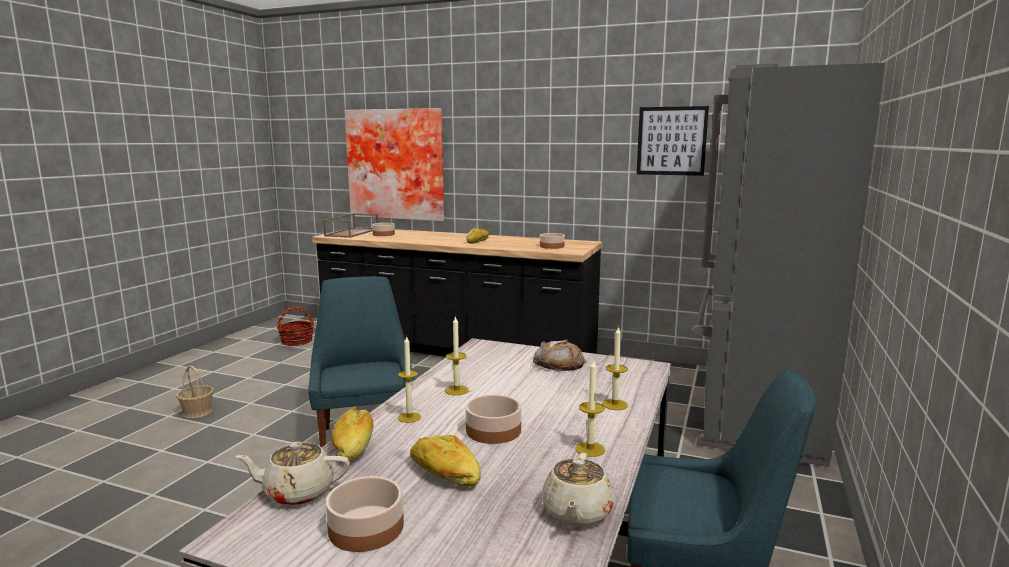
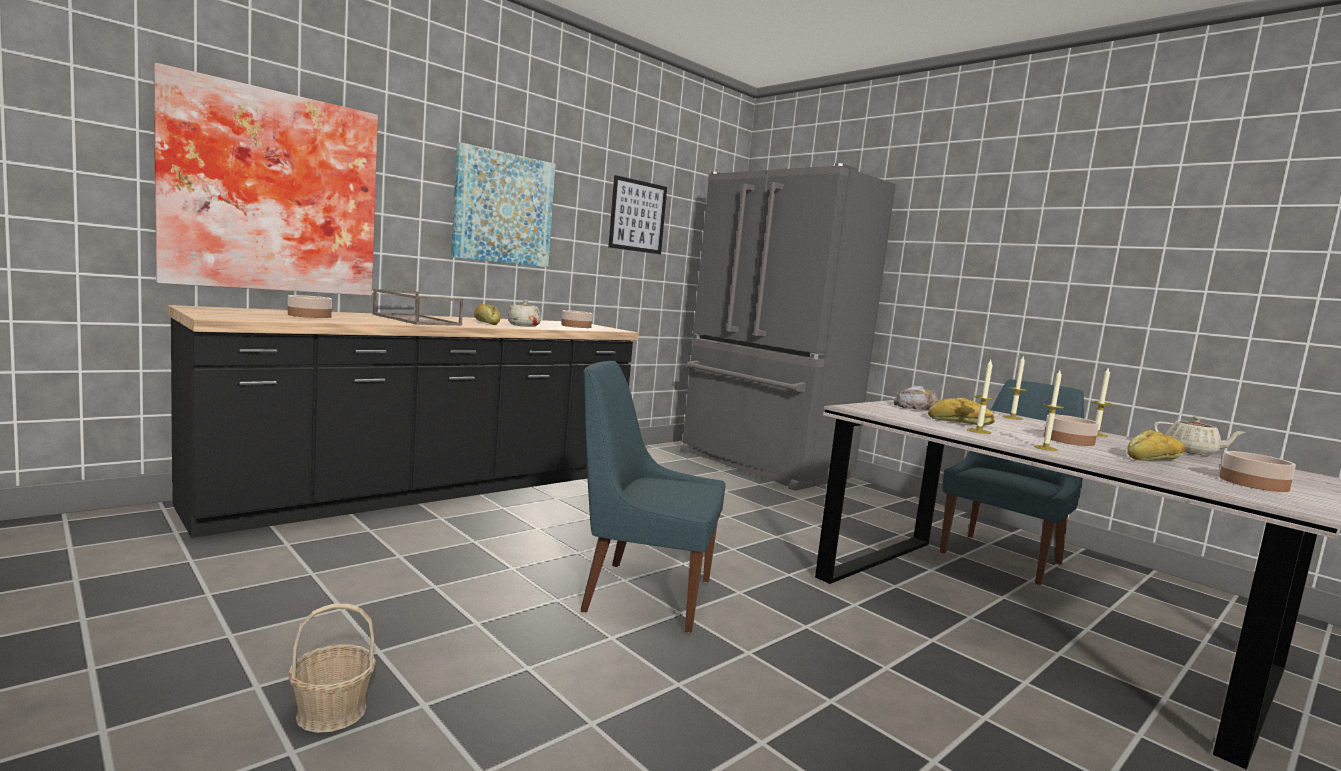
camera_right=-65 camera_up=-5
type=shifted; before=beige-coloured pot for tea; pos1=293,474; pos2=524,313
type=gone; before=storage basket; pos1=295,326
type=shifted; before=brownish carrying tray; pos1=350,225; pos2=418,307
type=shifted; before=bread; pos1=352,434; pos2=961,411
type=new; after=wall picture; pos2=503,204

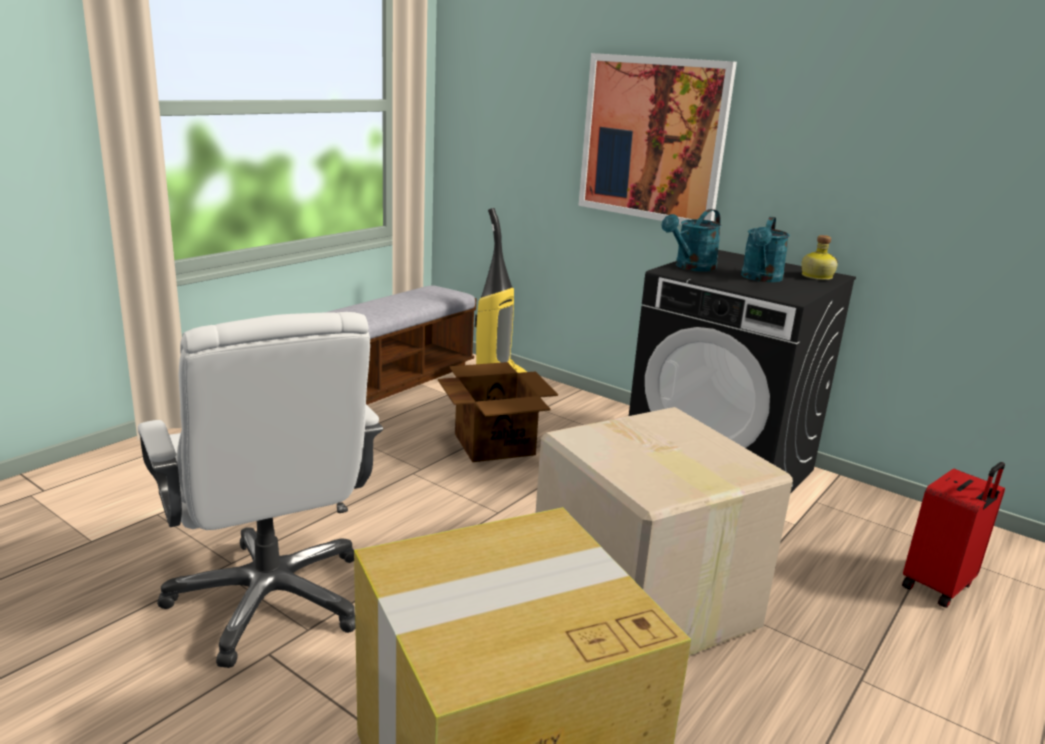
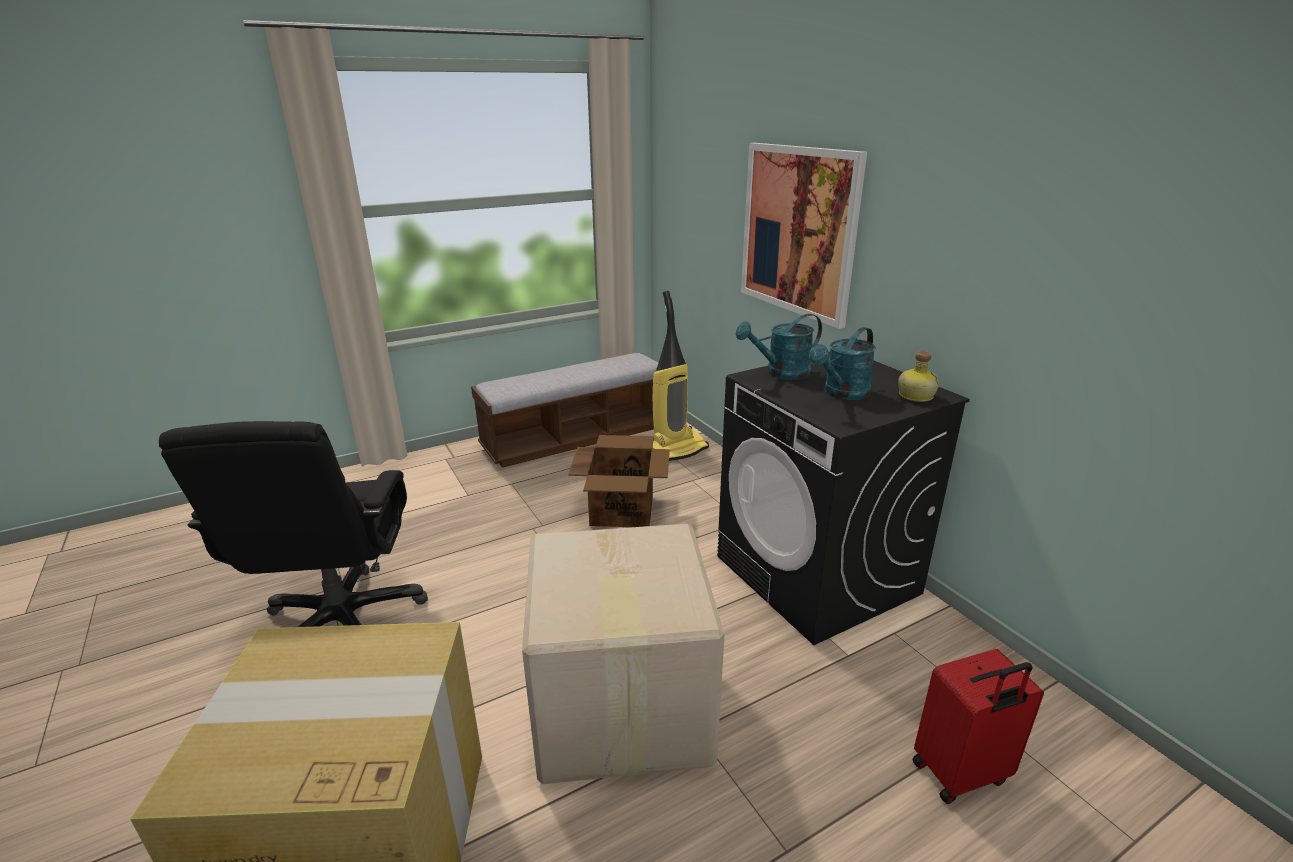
camera_right=25 camera_up=5
type=repainted; before=white computer chair; after=blackish computer chair; pos1=260,490; pos2=293,524

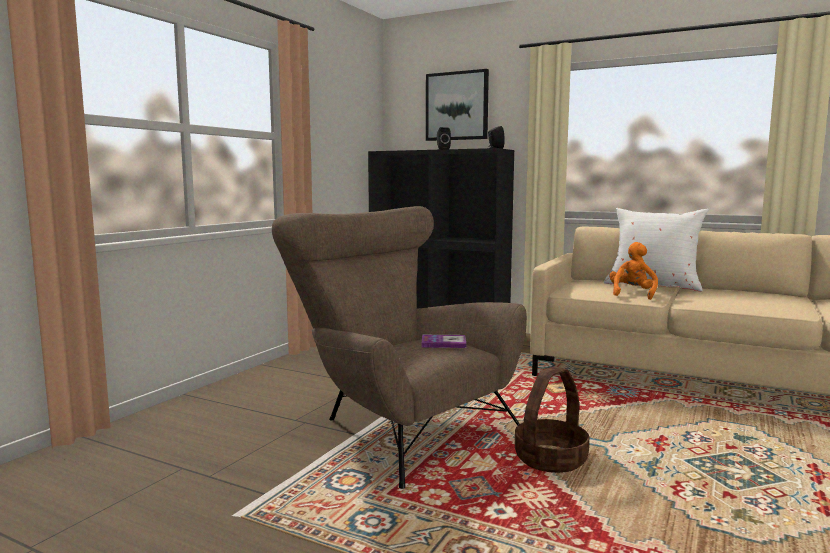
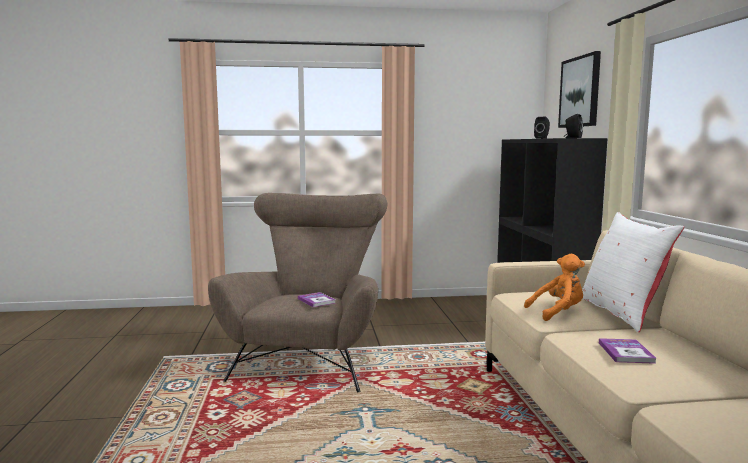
camera_right=55 camera_up=0
type=gone; before=storage basket; pos1=552,419
type=new; after=book; pos2=627,351

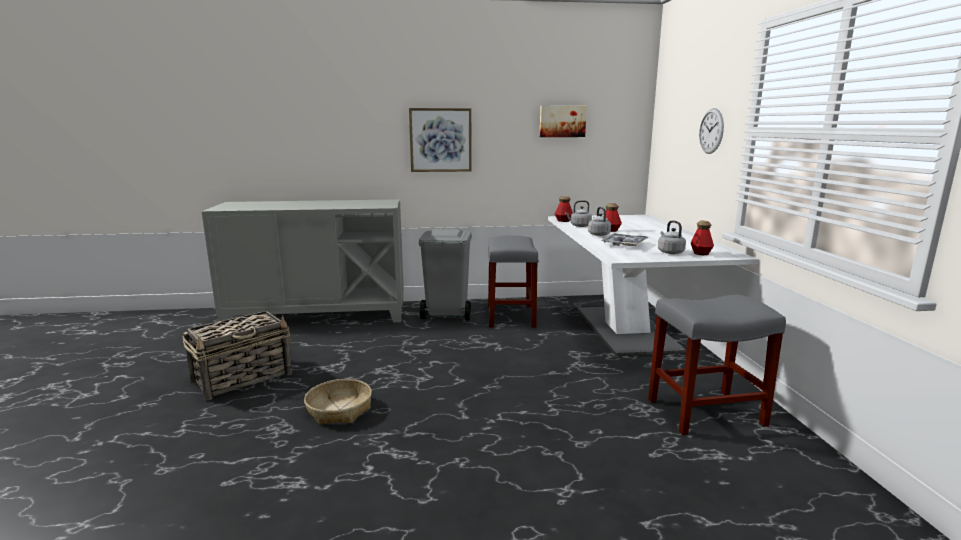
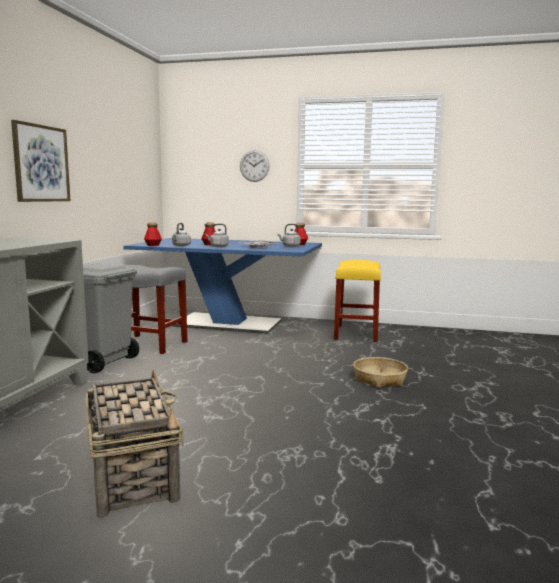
camera_right=-70 camera_up=-5
type=shifted; before=storage basket; pos1=338,402; pos2=380,372
type=gone; before=wall picture; pos1=563,121
type=repainted; before=white kitchen table; after=blue kitchen table; pos1=653,286; pos2=222,286
type=repainted; before=greyish stool seat; after=yellowish stool seat; pos1=717,365; pos2=357,301

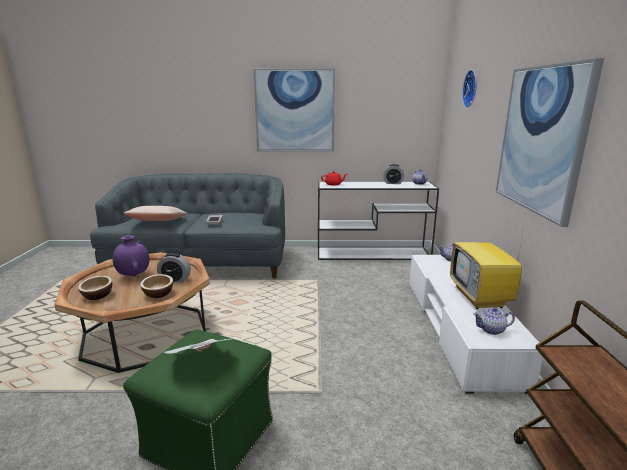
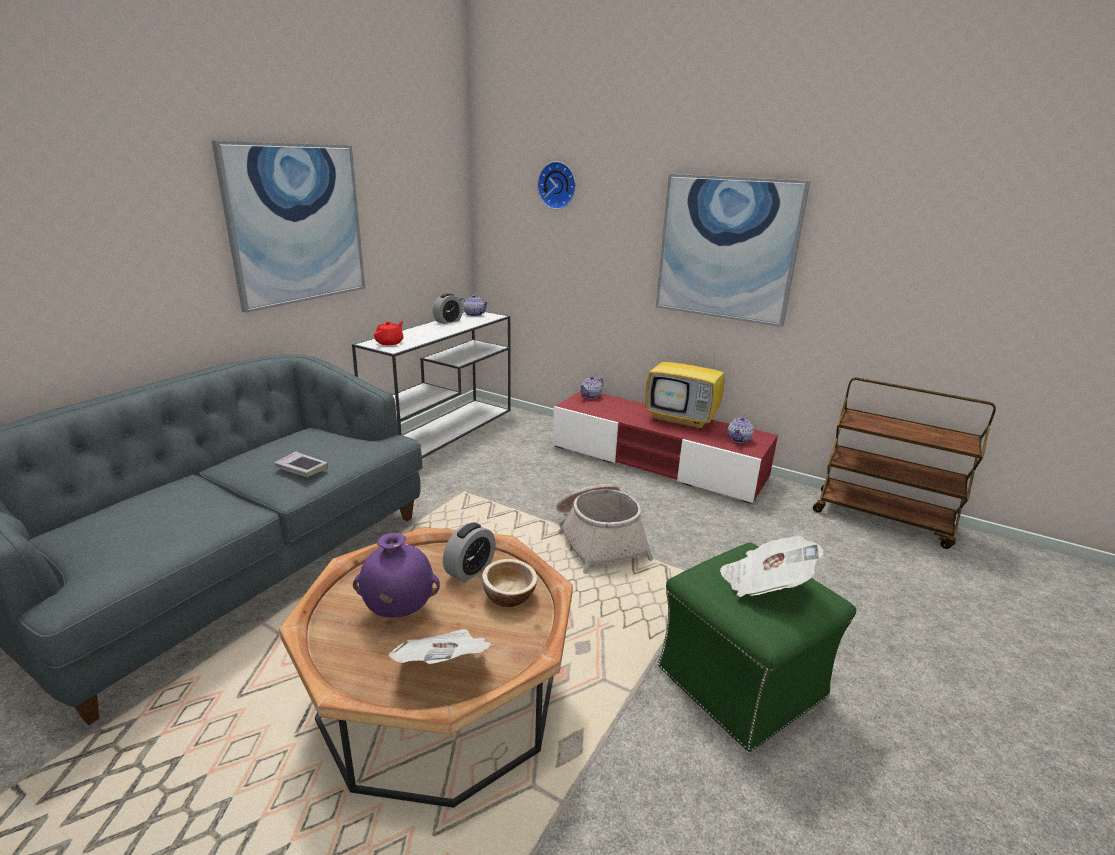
camera_right=-60 camera_up=5
type=swapped; before=serving bowl; after=printed paper; pos1=95,288; pos2=441,646
type=gone; before=beige-coloured pillow; pos1=155,213
type=repainted; before=white tv stand; after=reddish tv stand; pos1=476,324; pos2=665,447
type=new; after=storage basket; pos2=604,529

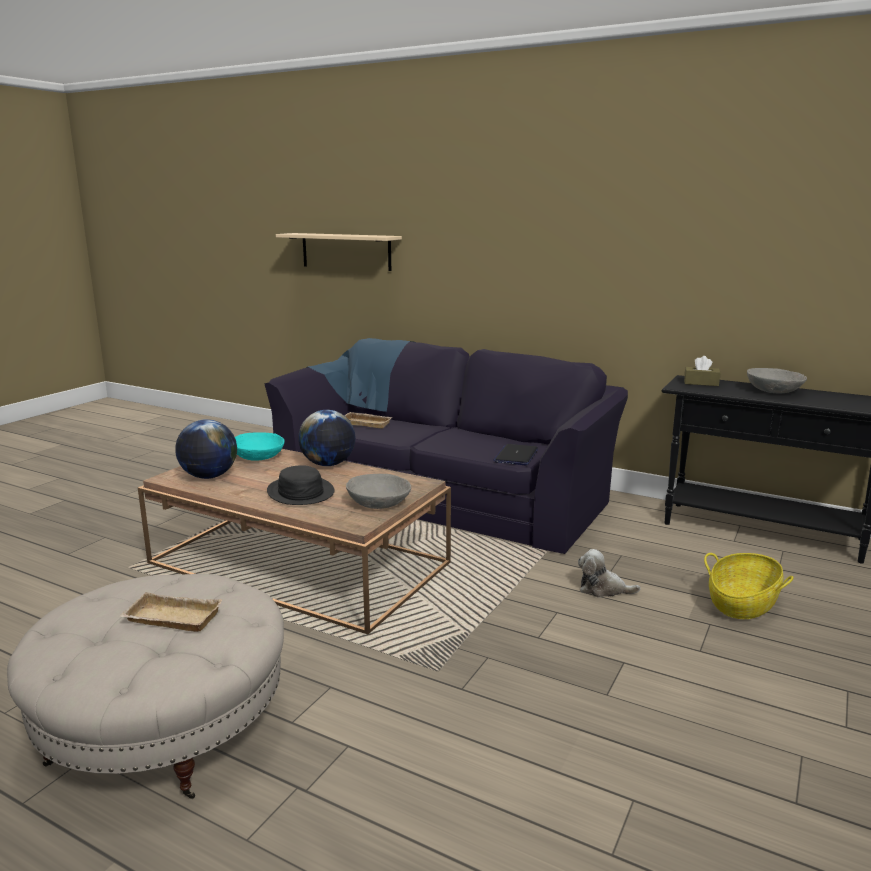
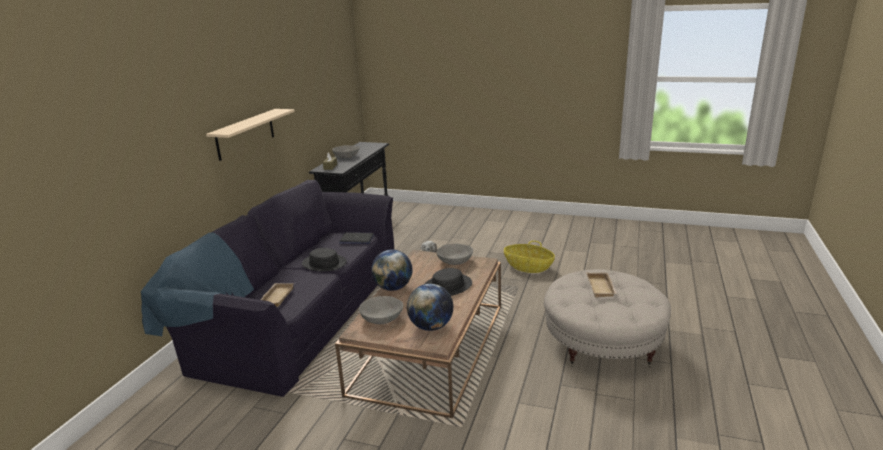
camera_right=-100 camera_up=5
type=repainted; before=turquoise serving bowl; after=greyish serving bowl; pos1=259,446; pos2=381,310
type=shifted; before=beige-coloured bracket shelf; pos1=339,252; pos2=250,135
type=shifted; before=storage basket; pos1=748,586; pos2=529,257
type=new; after=blackish wearable hat; pos2=324,259

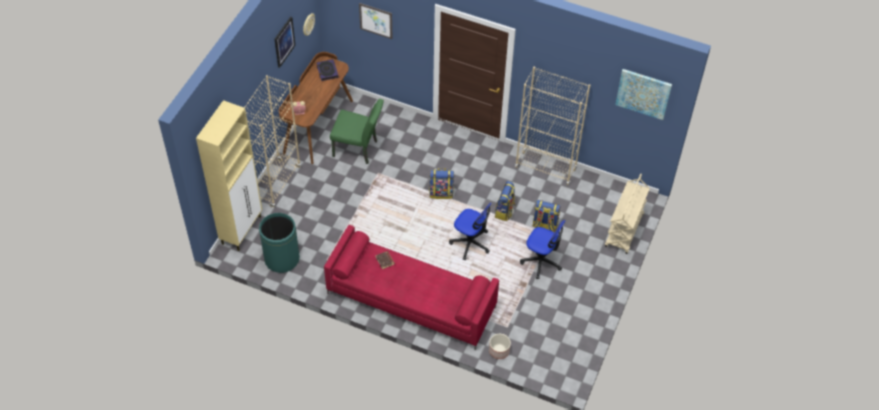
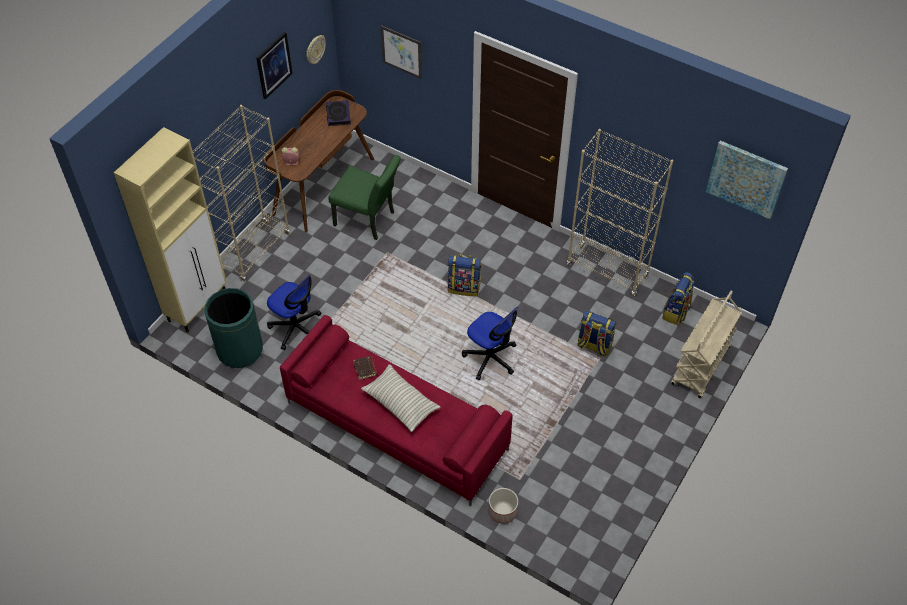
camera_right=10 camera_up=0
type=shifted; before=knapsack; pos1=505,201; pos2=678,298
type=shifted; before=computer chair; pos1=543,249; pos2=294,312
type=new; after=pillow; pos2=401,398

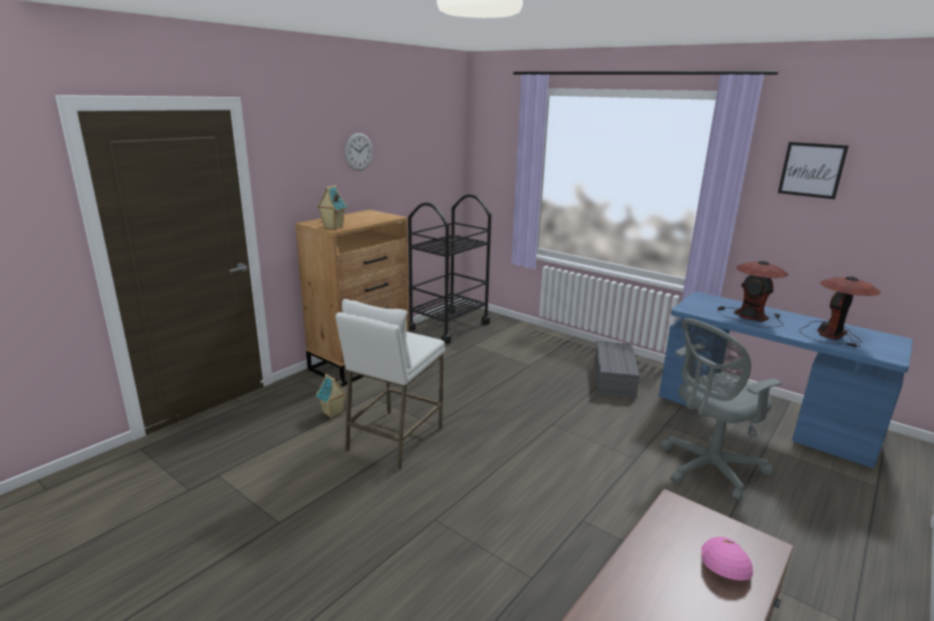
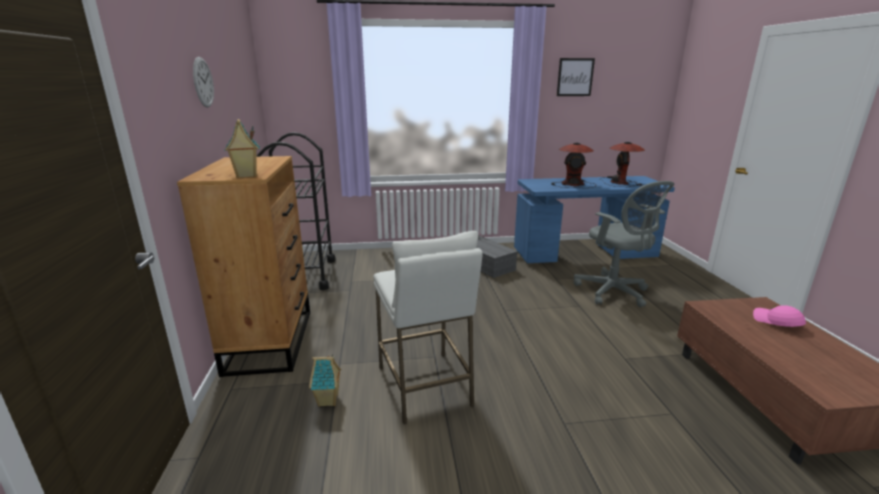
camera_right=-45 camera_up=0
type=rotated; before=greyish computer chair; pos1=721,409; pos2=624,244; turn=-45

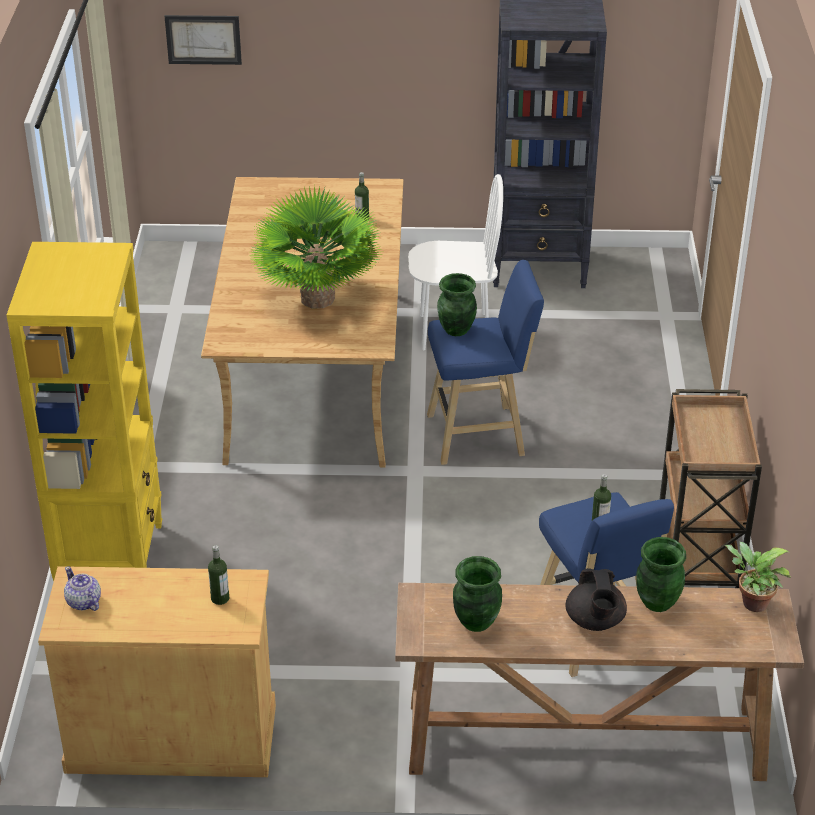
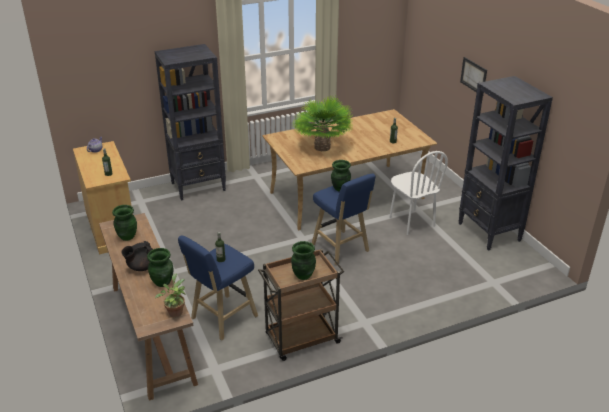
camera_right=65 camera_up=-5
type=repainted; before=yellowish bookcase; after=blackish bookcase; pos1=84,412; pos2=190,122
type=shifted; before=wall picture; pos1=203,40; pos2=473,76
type=new; after=green vase; pos2=303,260

